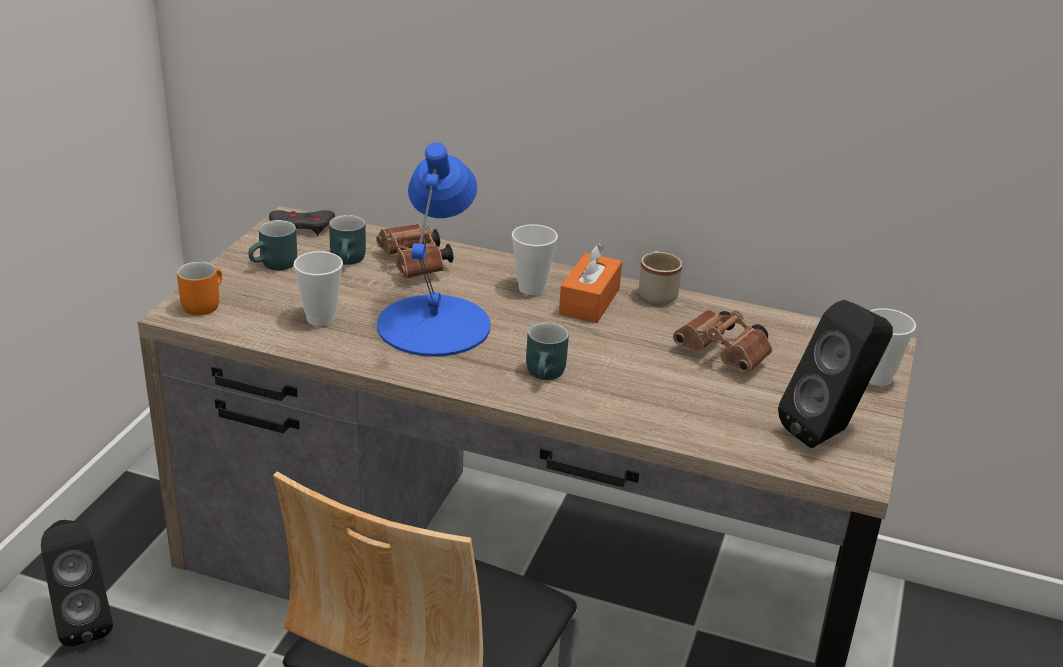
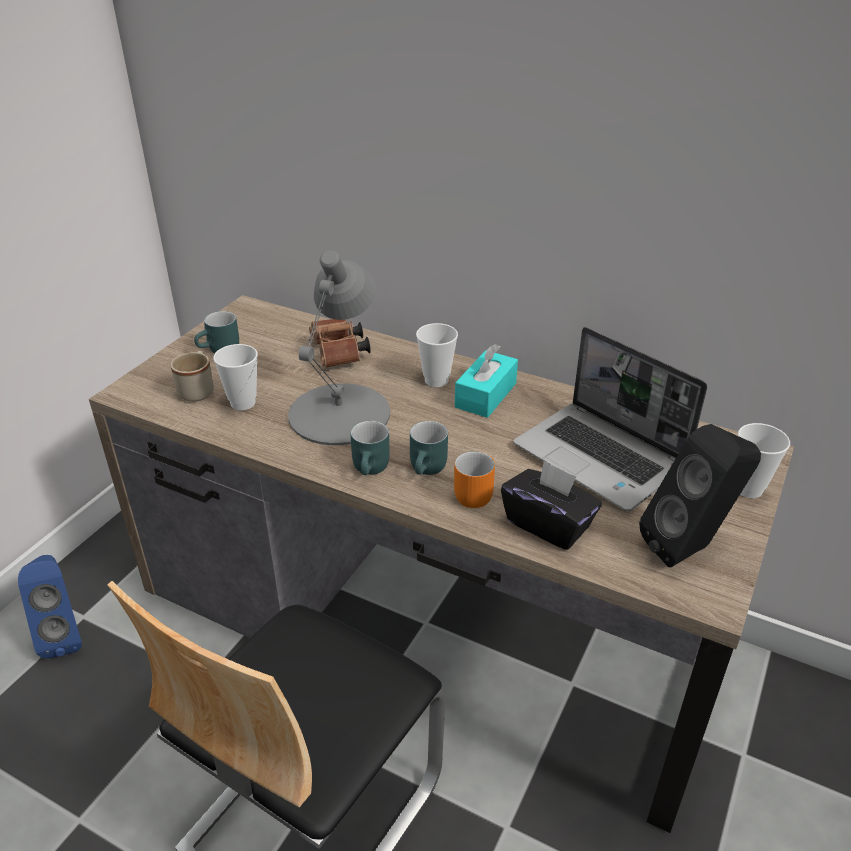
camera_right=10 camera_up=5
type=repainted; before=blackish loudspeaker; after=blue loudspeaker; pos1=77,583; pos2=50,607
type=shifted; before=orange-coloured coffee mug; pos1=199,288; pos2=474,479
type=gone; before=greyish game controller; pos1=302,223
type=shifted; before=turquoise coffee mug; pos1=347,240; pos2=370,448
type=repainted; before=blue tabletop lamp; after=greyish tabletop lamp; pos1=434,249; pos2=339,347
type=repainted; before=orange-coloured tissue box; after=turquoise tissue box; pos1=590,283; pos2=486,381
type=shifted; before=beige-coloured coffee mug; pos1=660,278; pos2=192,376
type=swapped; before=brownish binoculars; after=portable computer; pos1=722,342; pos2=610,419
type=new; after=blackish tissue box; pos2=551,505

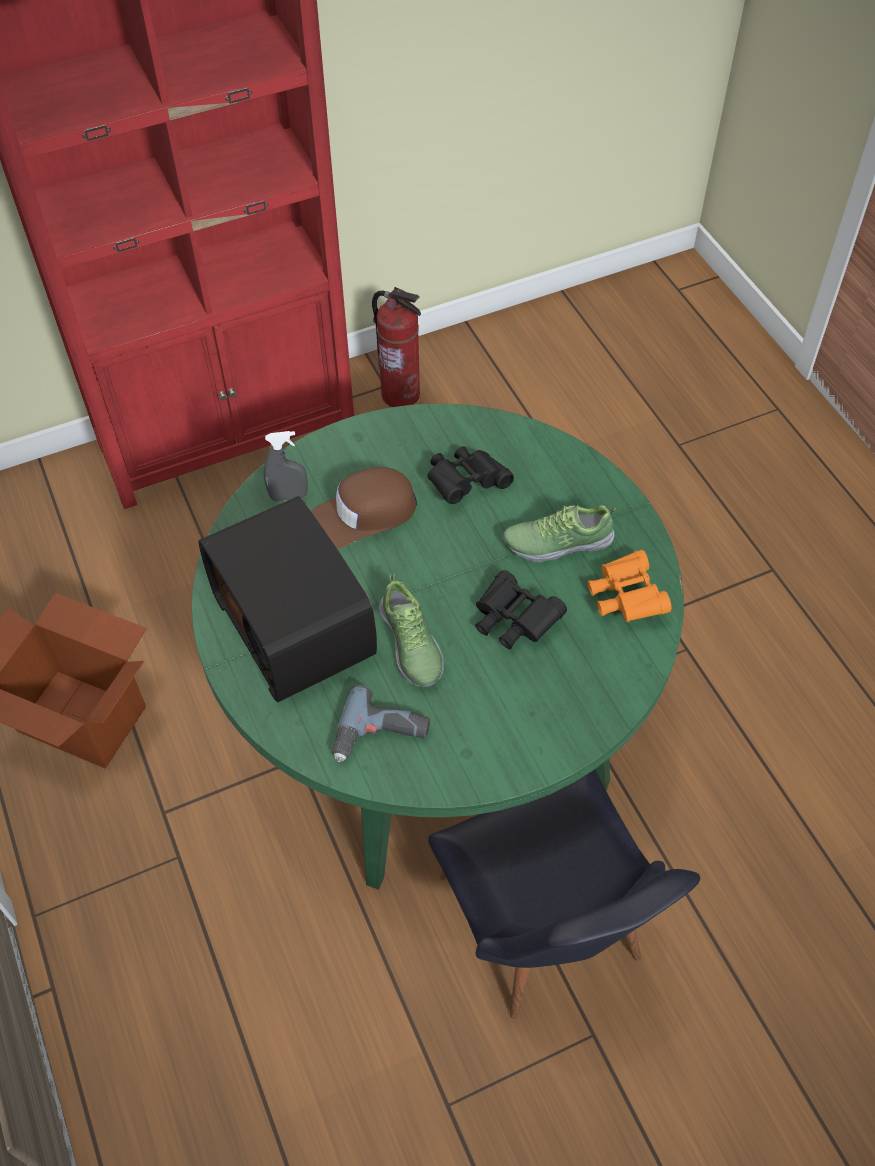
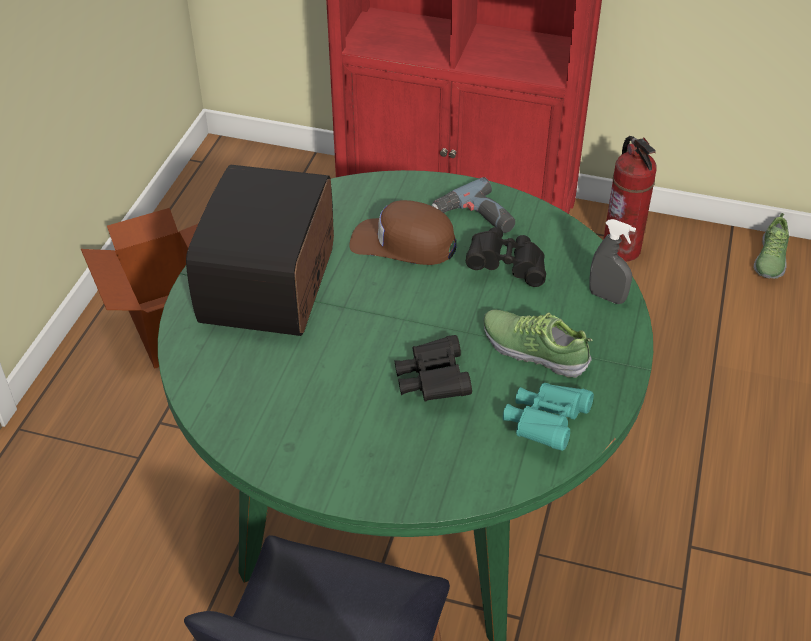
camera_right=40 camera_up=-10
type=shifted; before=greyish spray bottle; pos1=286,466; pos2=612,261
type=shifted; before=electric drill; pos1=381,723; pos2=473,205
type=shifted; before=low shoe; pos1=411,630; pos2=771,246
type=repainted; before=orange-coloured binoculars; after=turquoise binoculars; pos1=630,586; pos2=548,417

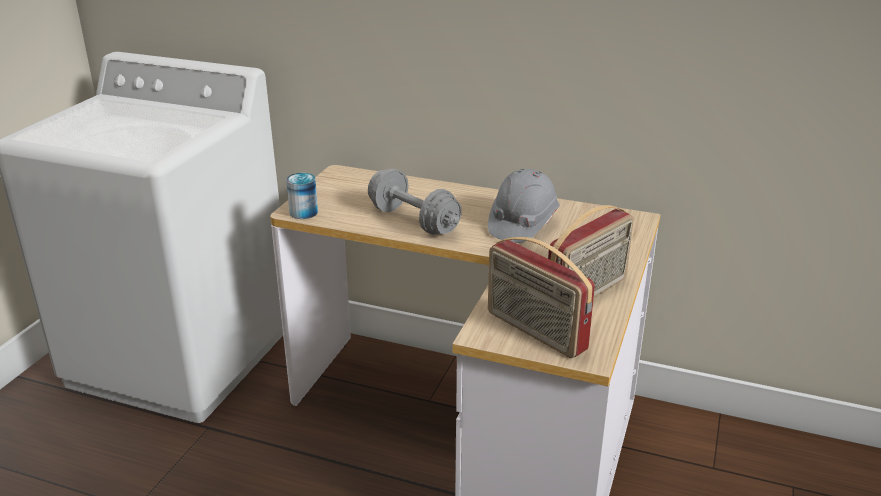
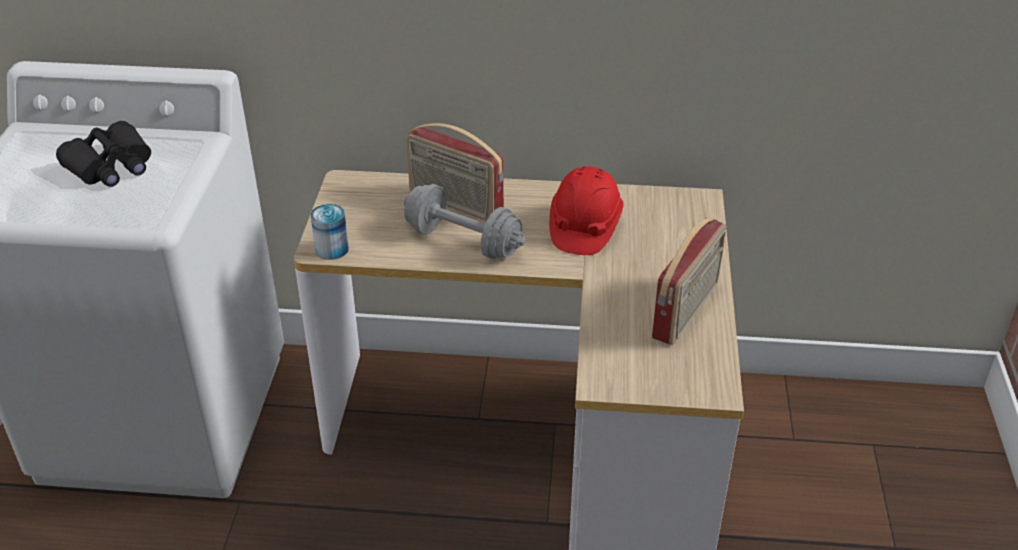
camera_right=-15 camera_up=10
type=repainted; before=greyish hard hat; after=reddish hard hat; pos1=524,206; pos2=586,210
type=shifted; before=radio receiver; pos1=541,297; pos2=455,172
type=new; after=blackish binoculars; pos2=103,154

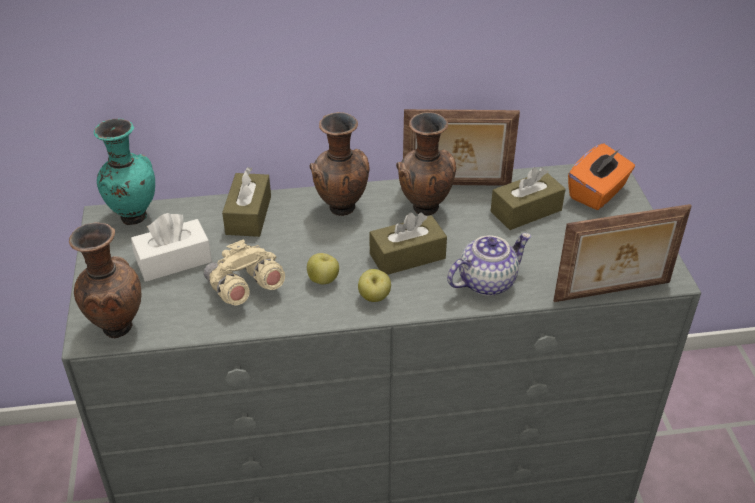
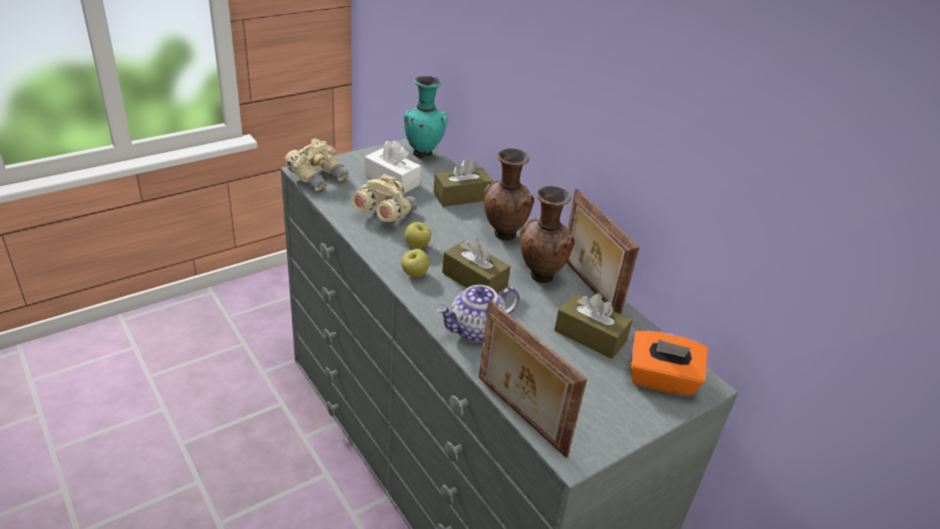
camera_right=60 camera_up=-5
type=swapped; before=brownish vase; after=beige-coloured binoculars; pos1=105,280; pos2=316,164
type=rotated; before=pot for tea; pos1=489,264; pos2=478,313; turn=120

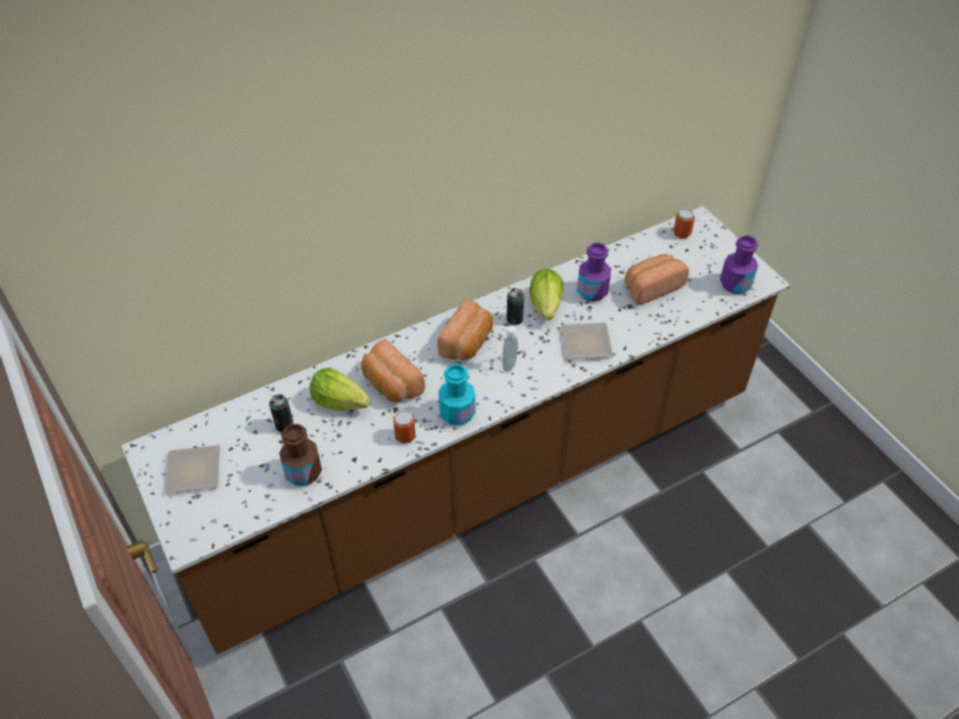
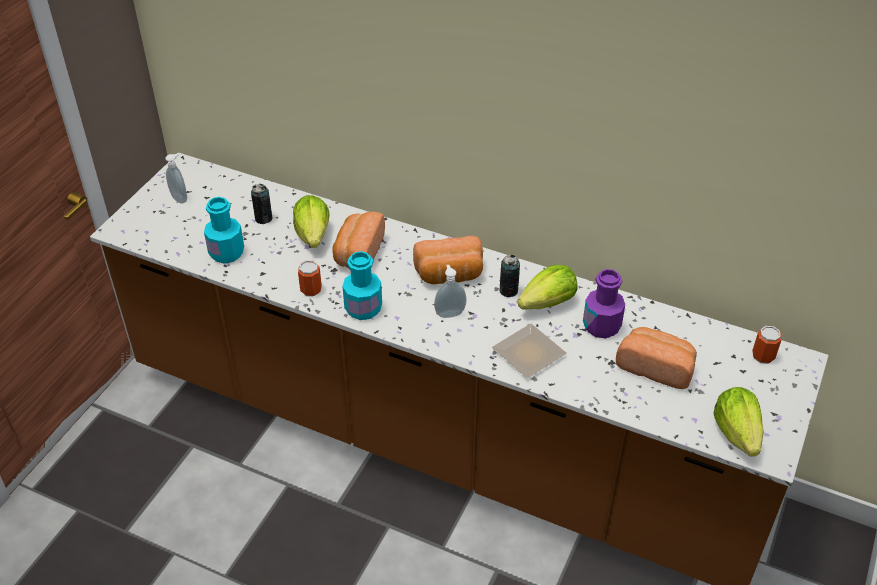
camera_right=55 camera_up=-5
type=swapped; before=dinner plate; after=soap dispenser; pos1=192,469; pos2=176,178
type=repainted; before=brownish beverage bottle; after=turquoise beverage bottle; pos1=300,455; pos2=224,230
type=swapped; before=purplish beverage bottle; after=lettuce; pos1=739,264; pos2=738,422

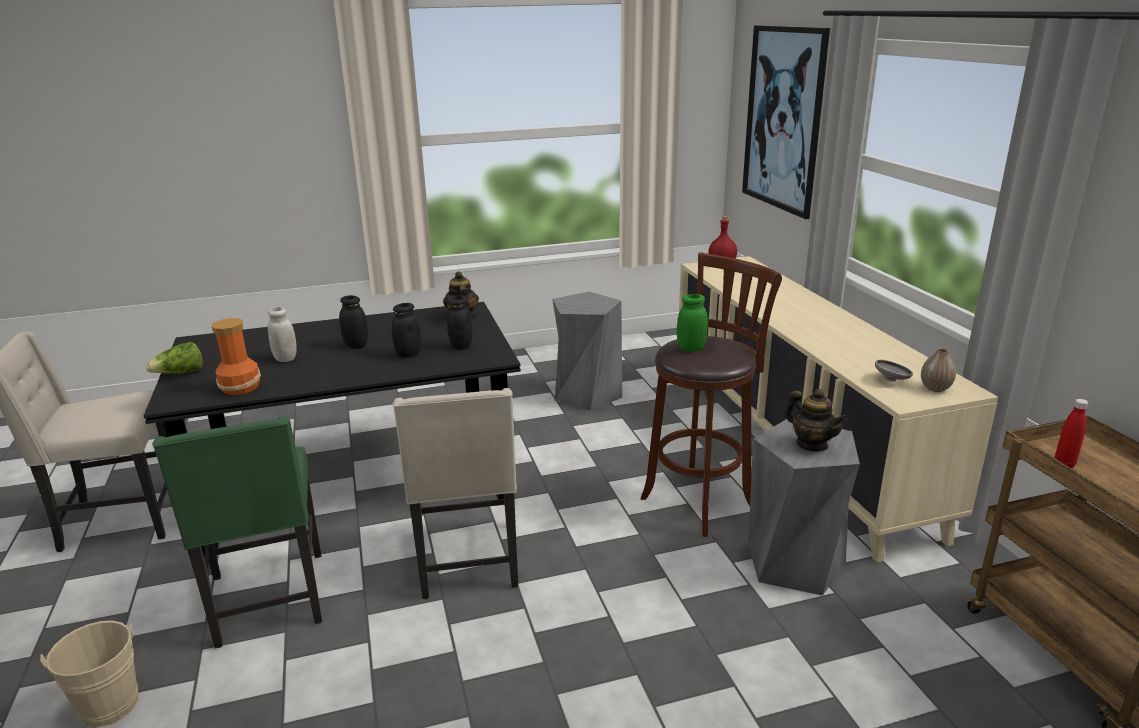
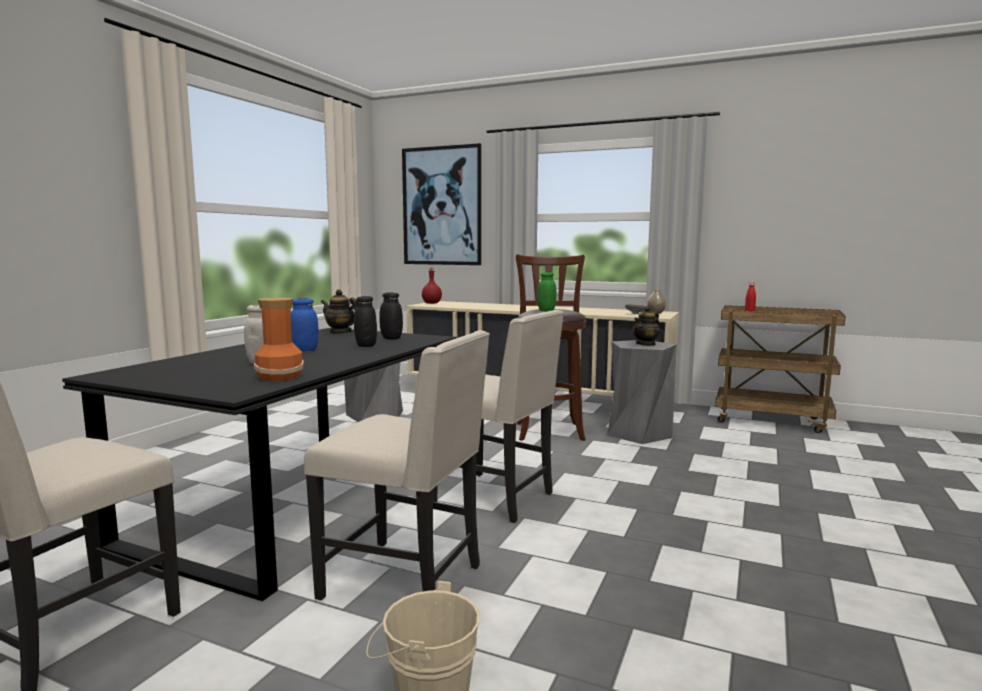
camera_right=-50 camera_up=-15
type=gone; before=lettuce; pos1=174,358
type=repainted; before=green plain chair; after=beige-coloured plain chair; pos1=237,532; pos2=397,465
type=repainted; before=blackish jar; after=blue jar; pos1=353,322; pos2=305,324
type=rotated; before=pot for tea; pos1=816,420; pos2=646,326; turn=135

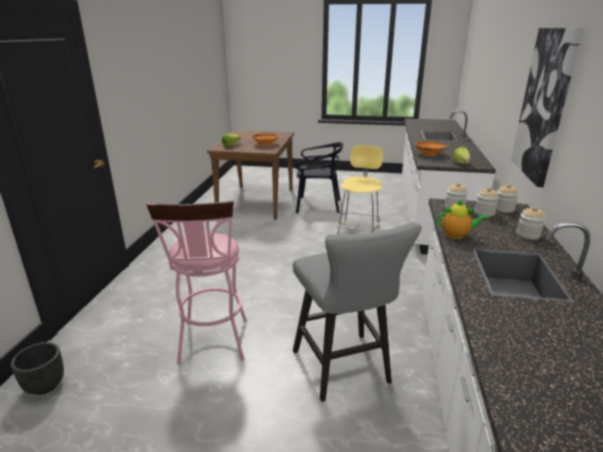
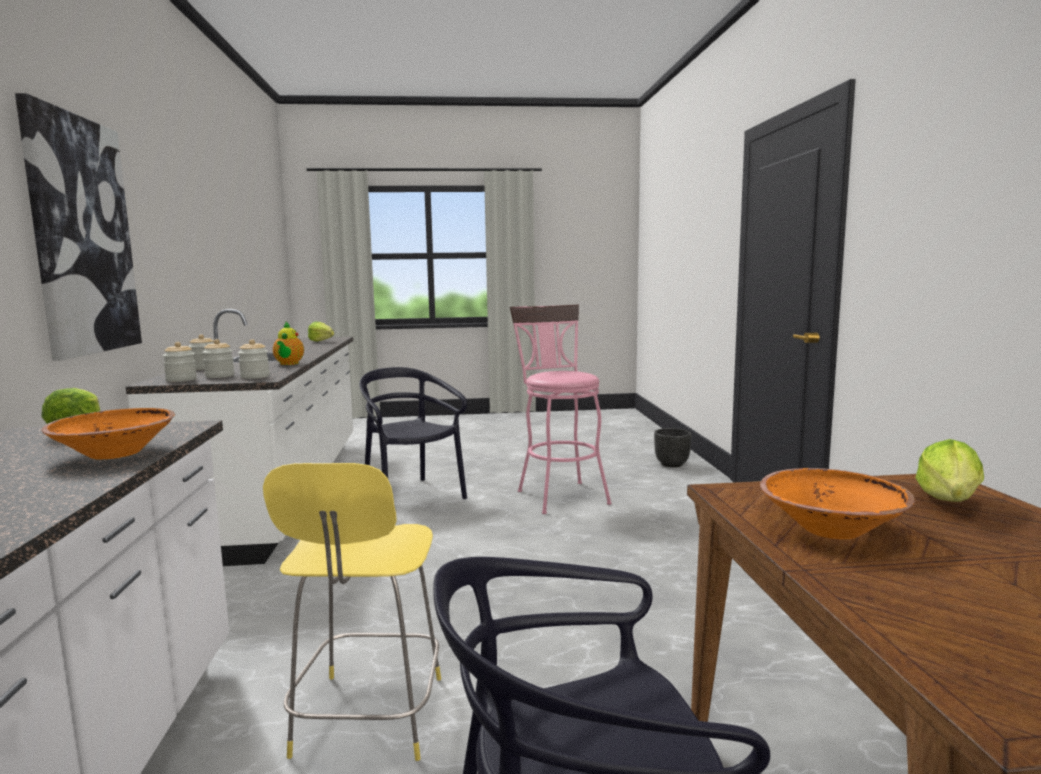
camera_right=165 camera_up=-15
type=swapped; before=greyish stool seat; after=blackish plain chair; pos1=357,312; pos2=413,433
type=rotated; before=pot for tea; pos1=463,219; pos2=288,343; turn=-90
type=new; after=lettuce; pos2=321,331

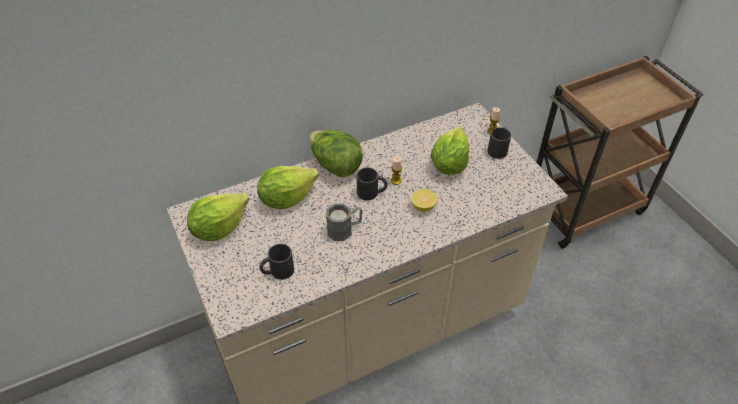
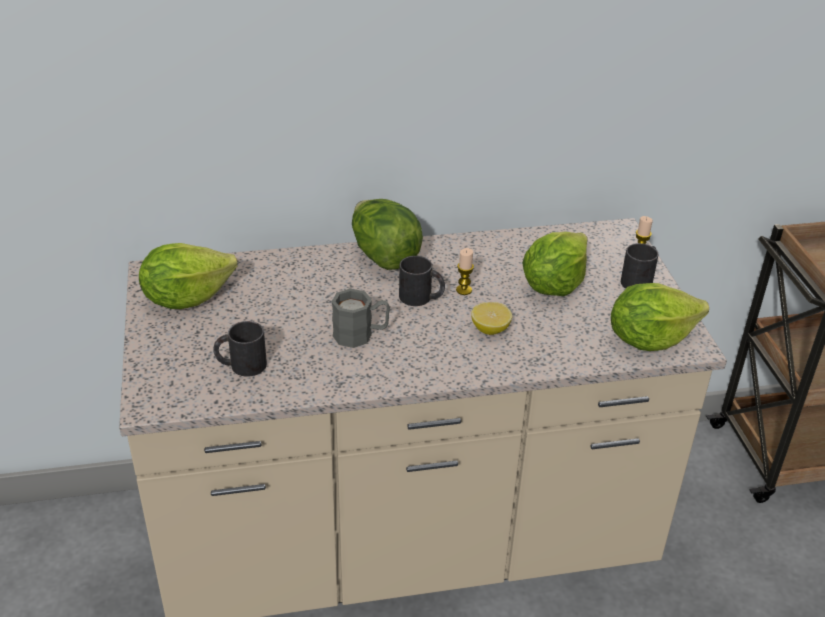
camera_right=15 camera_up=-10
type=shifted; before=lettuce; pos1=288,187; pos2=660,317

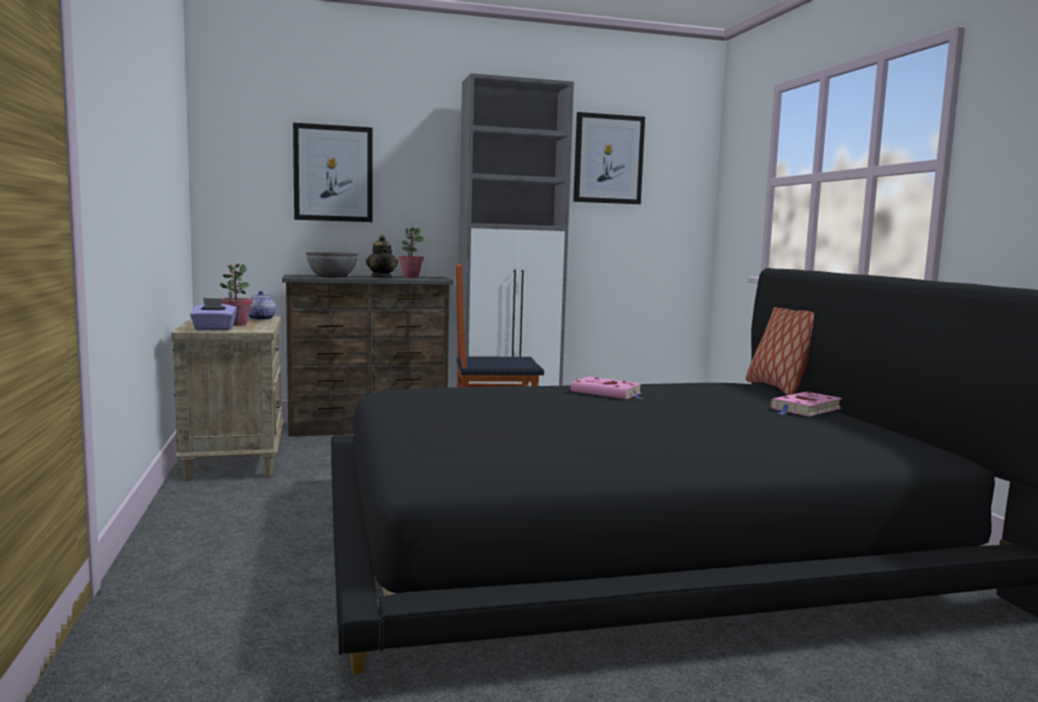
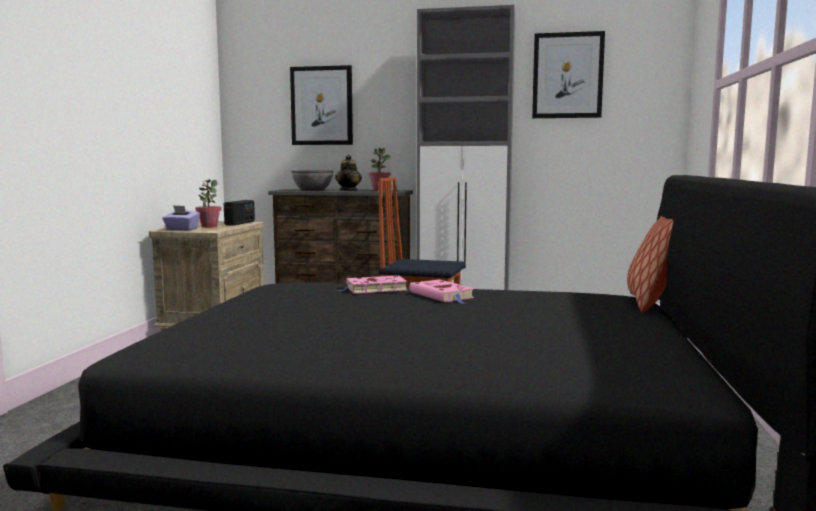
camera_right=25 camera_up=0
type=swapped; before=pot for tea; after=radio receiver; pos1=262,305; pos2=239,213
type=shifted; before=pink-coloured book; pos1=806,404; pos2=373,285

